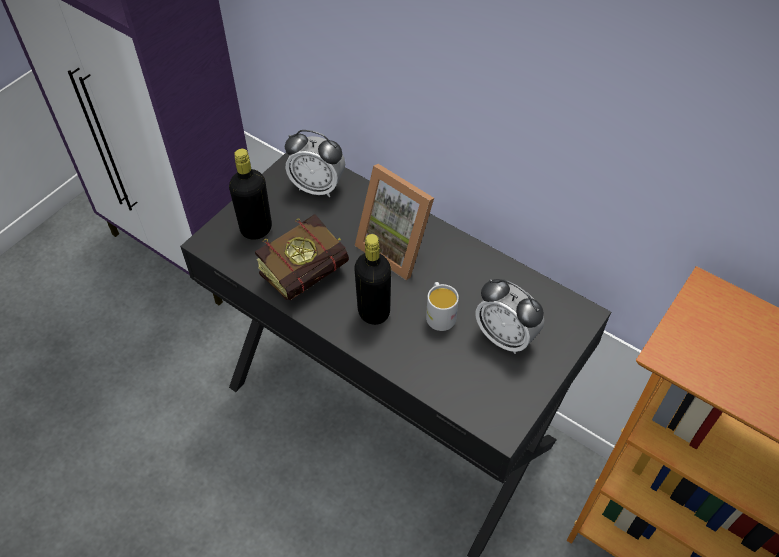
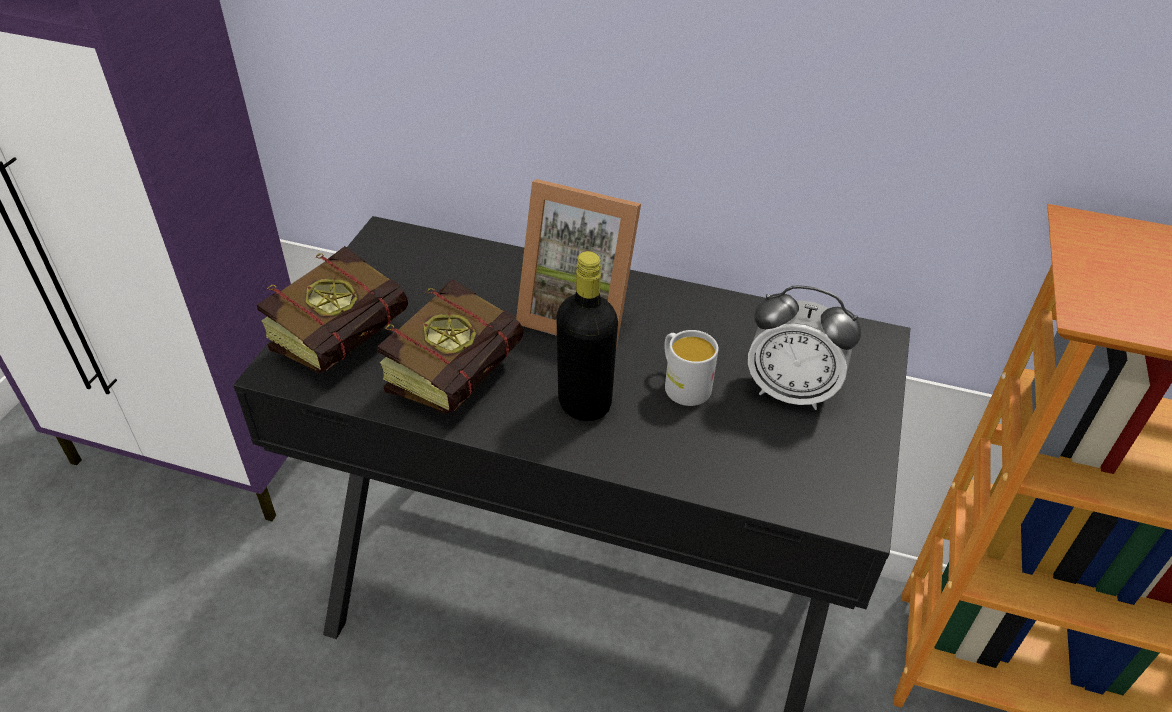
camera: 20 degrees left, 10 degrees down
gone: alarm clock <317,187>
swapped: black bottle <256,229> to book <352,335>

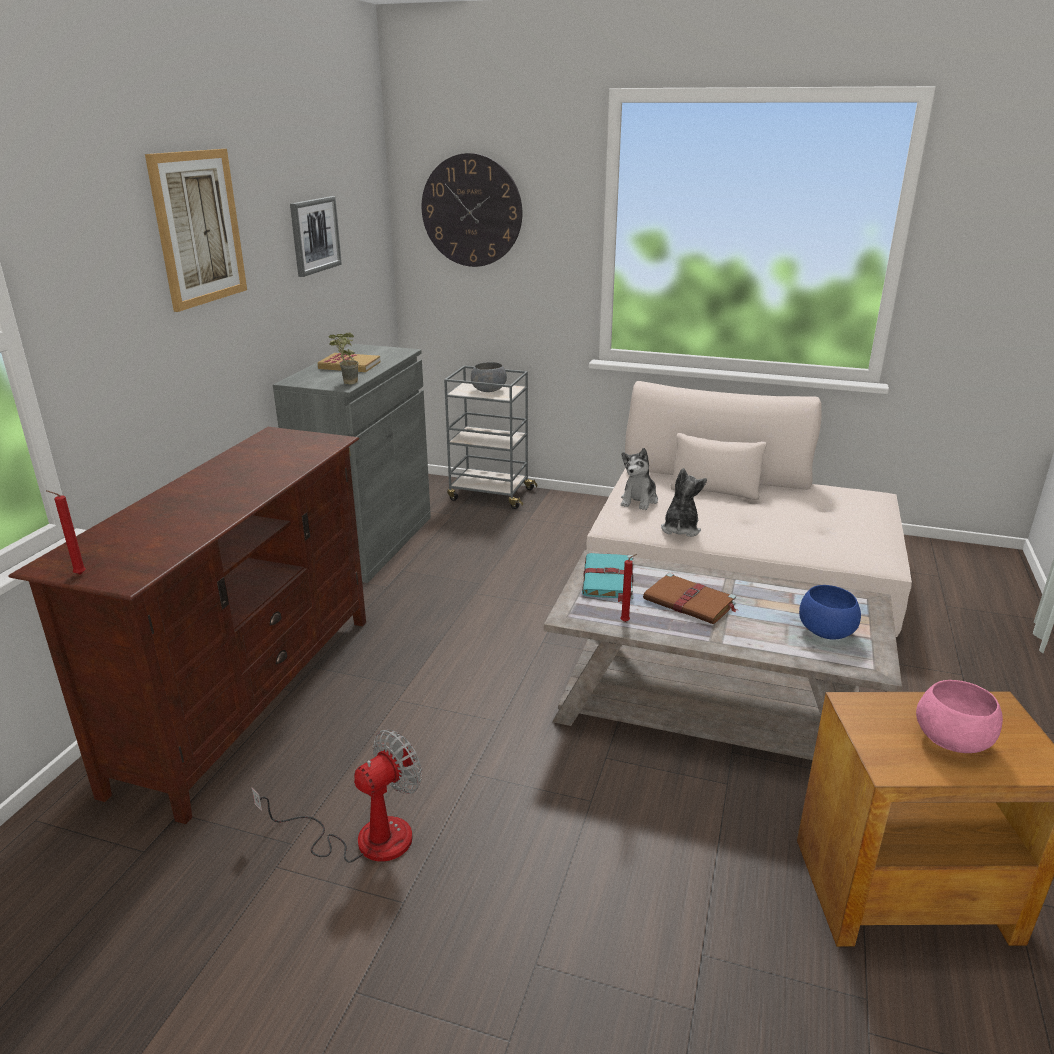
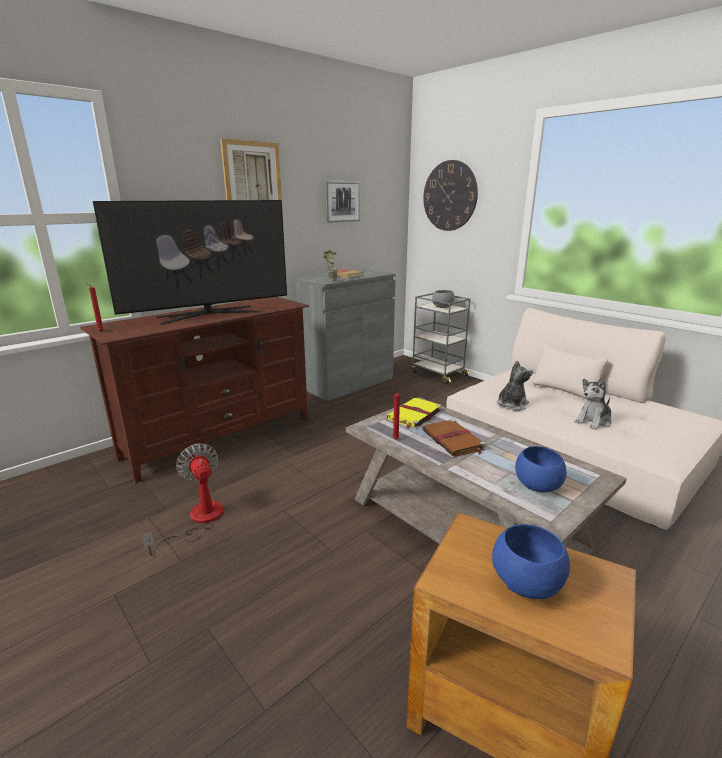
camera: 30 degrees right, 5 degrees down
new: television <208,314>
shifted: plush toy <639,500> to <593,421>
repainted: turquoise book <608,579> to yellow book <414,415>; pink bowl <952,739> to blue bowl <527,582>
rotated: fan <364,838> = <198,520> 105 degrees counterclockwise

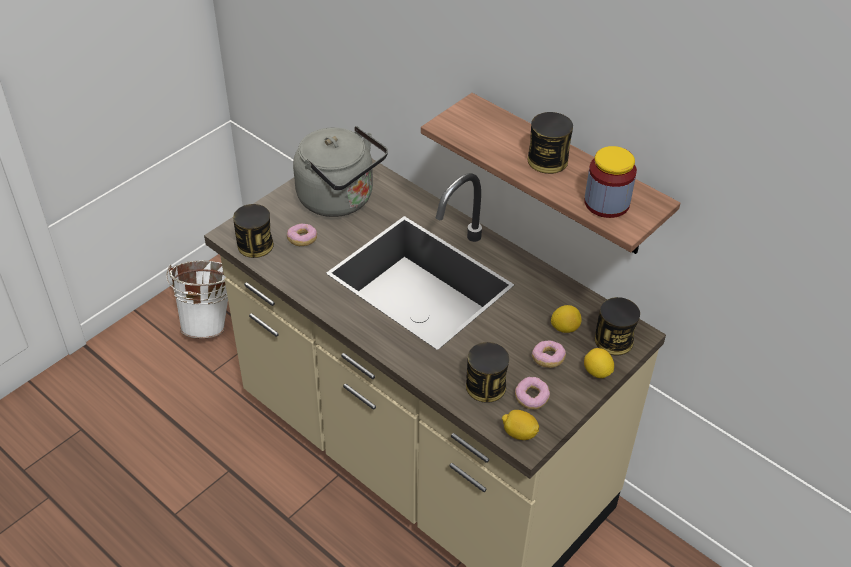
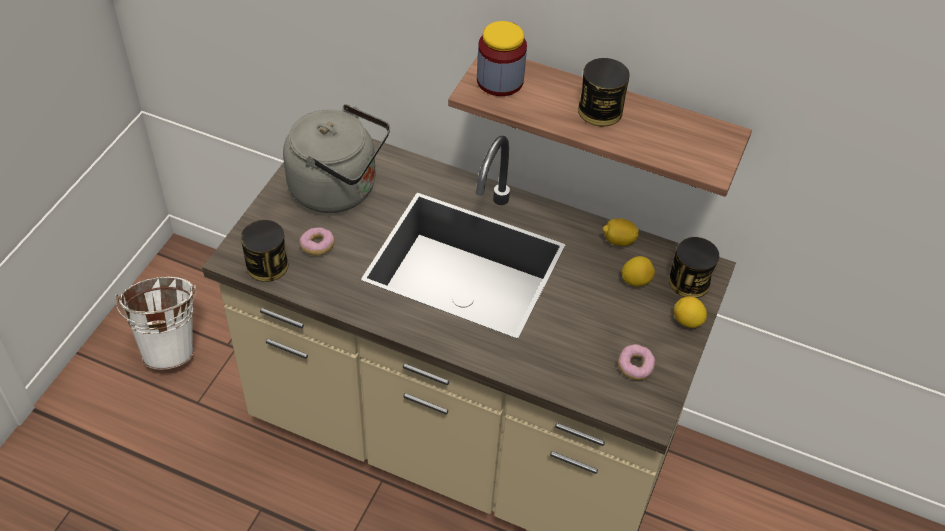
camera: 20 degrees left, 5 degrees up
gone: donut <548,359>; can <485,386>
shifted: jar <606,203> to <500,81>; lemon <519,433> to <618,241>

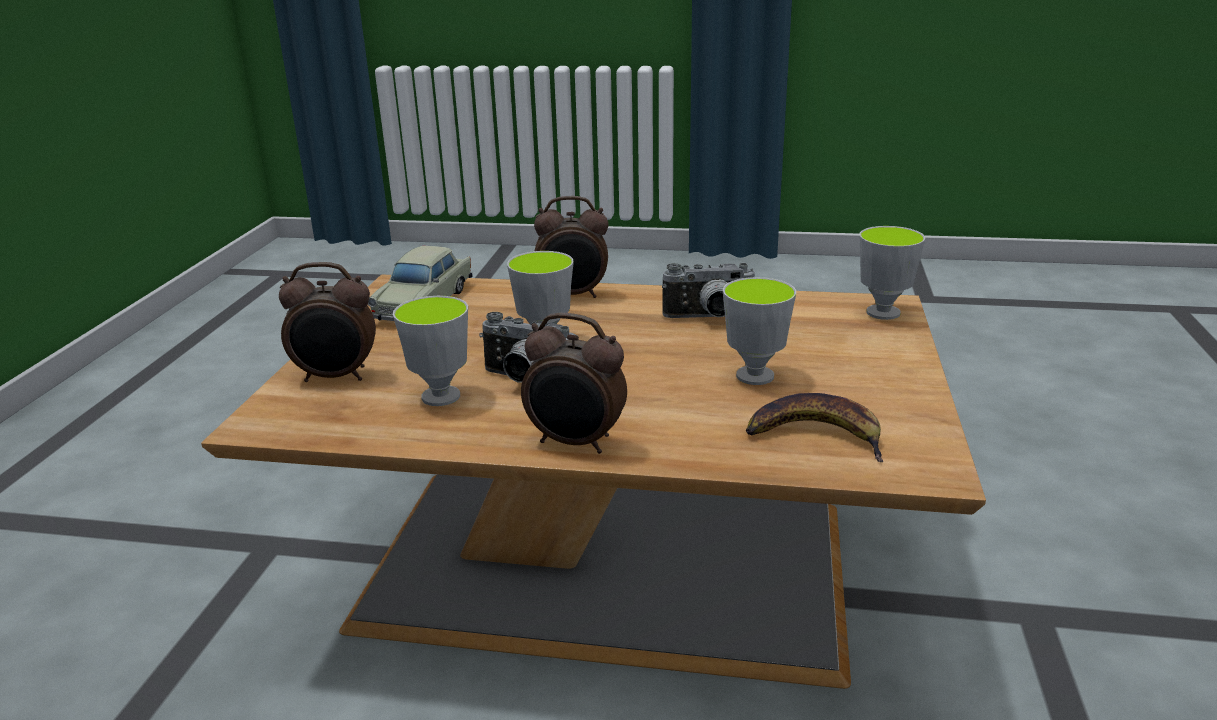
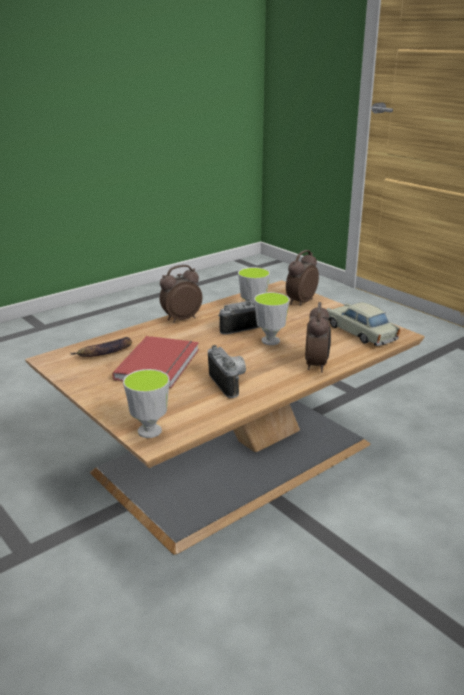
camera: 130 degrees right, 0 degrees up
swapped: cup <755,376> to red book <161,364>
rotated: alarm clock <573,295> = <316,365> 150 degrees clockwise; photo camera <709,318> = <230,383> 120 degrees clockwise

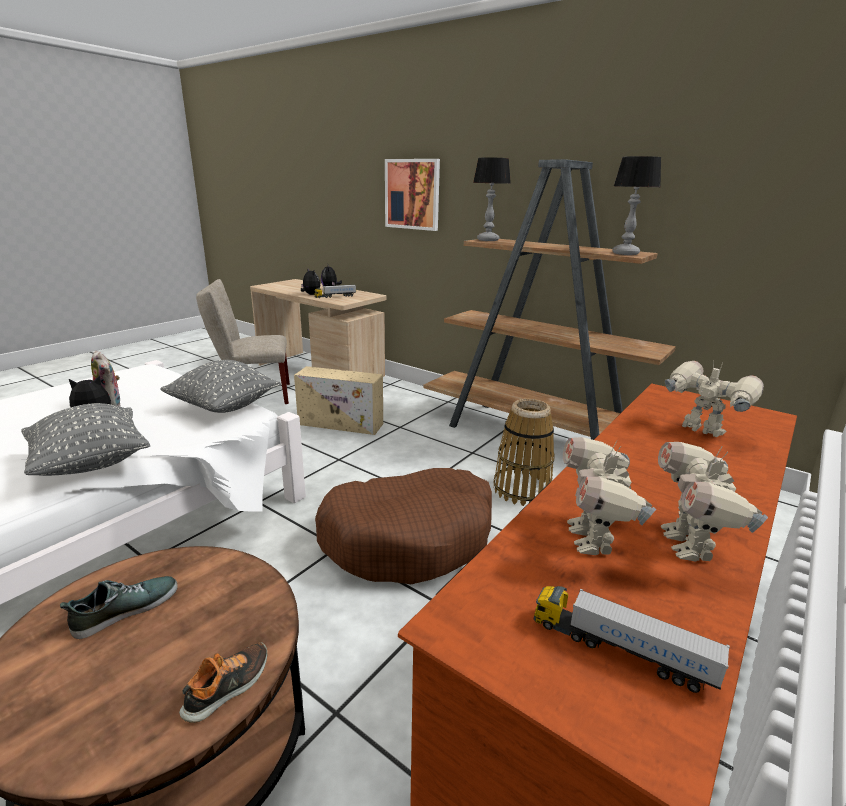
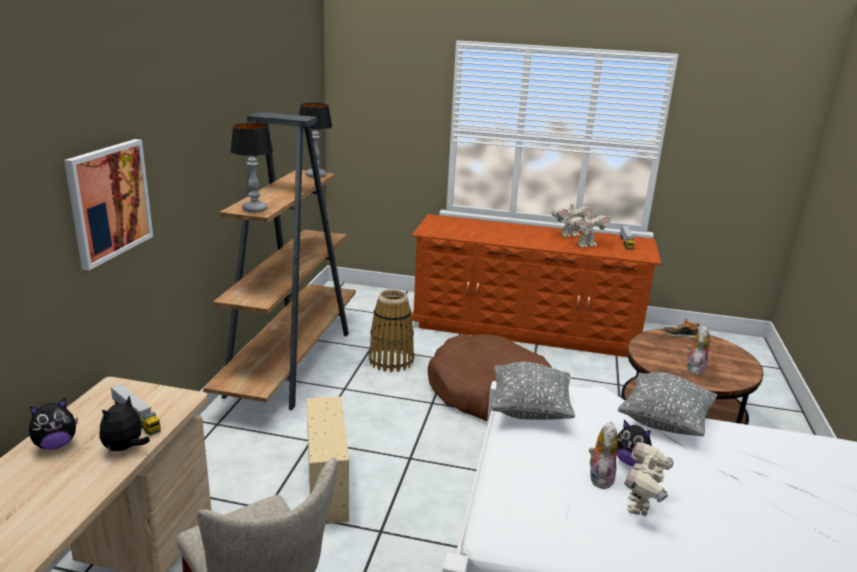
camera: 115 degrees left, 0 degrees up
shifted: toy robot <701,431> to <640,506>
swapped: shoe <126,609> to plush toy <694,368>

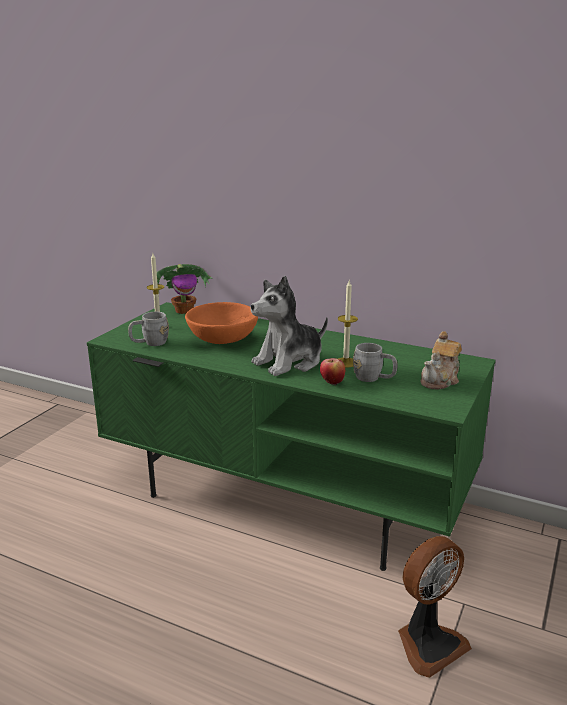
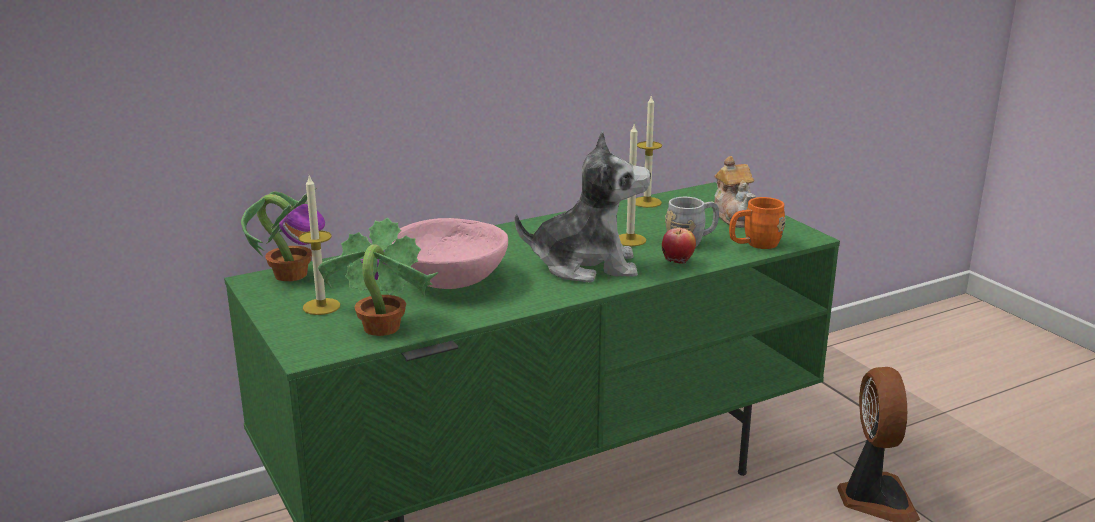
camera: 55 degrees left, 0 degrees up
new: candle <647,202>; orange mug <754,244>
swapped: grey mug <150,343> to potted plant <380,328>
repainted: orange bowl <223,340> to pink bowl <452,280>
rotated: plush toy <289,362> = <586,265> 90 degrees counterclockwise

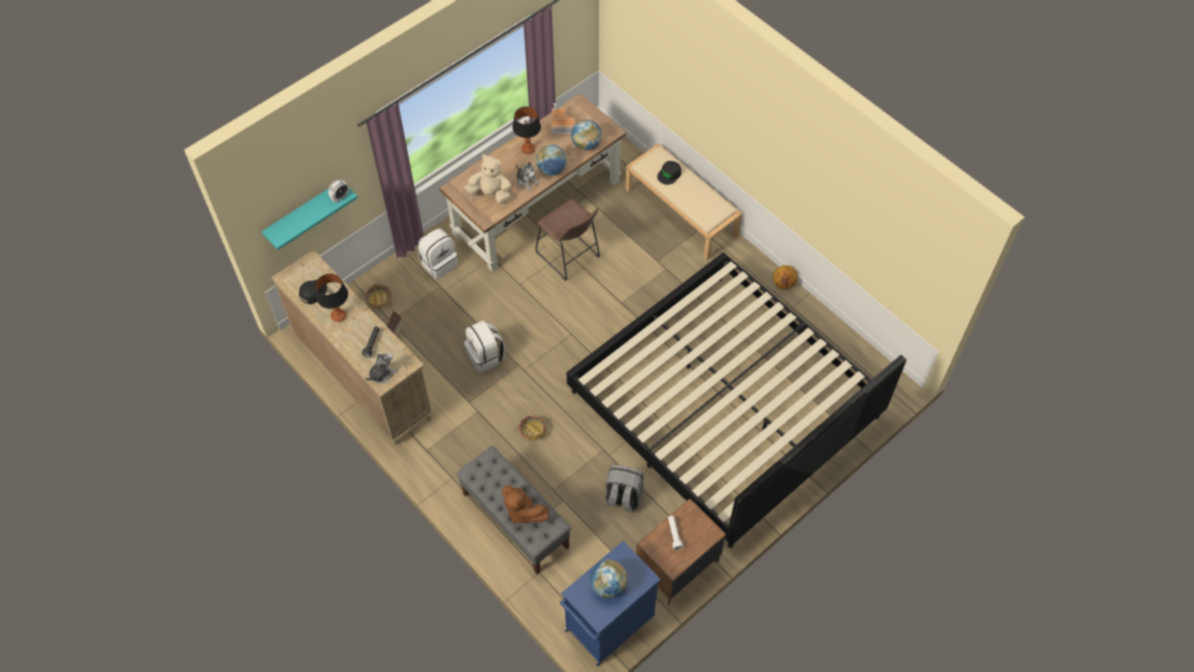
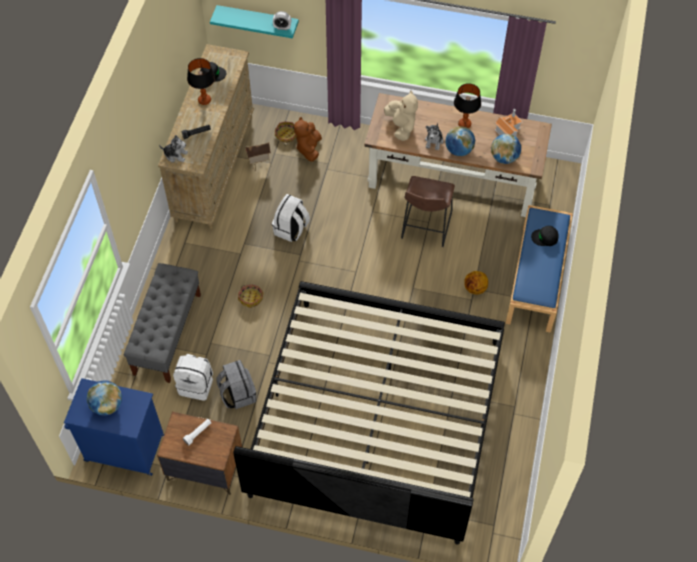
camera: 55 degrees right, 0 degrees up
shifted: white backpack <439,263> to <196,385>; basketball <784,284> to <475,289>; brown plush toy <523,511> to <309,148>
repainted: beige bench <682,212> to blue bench <537,278>

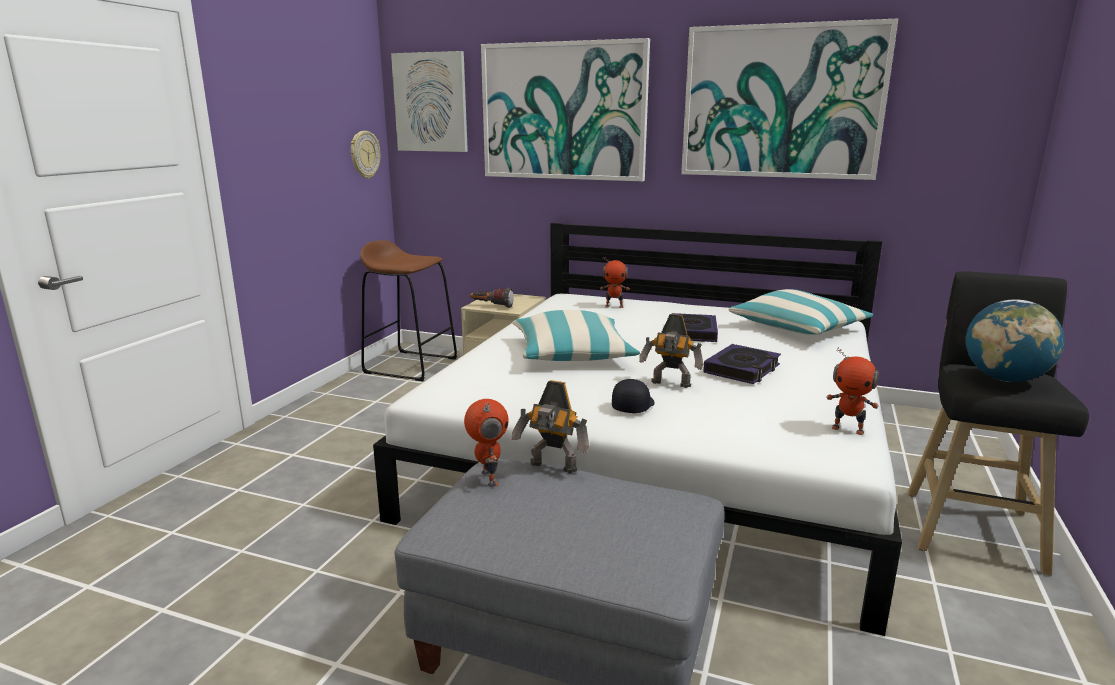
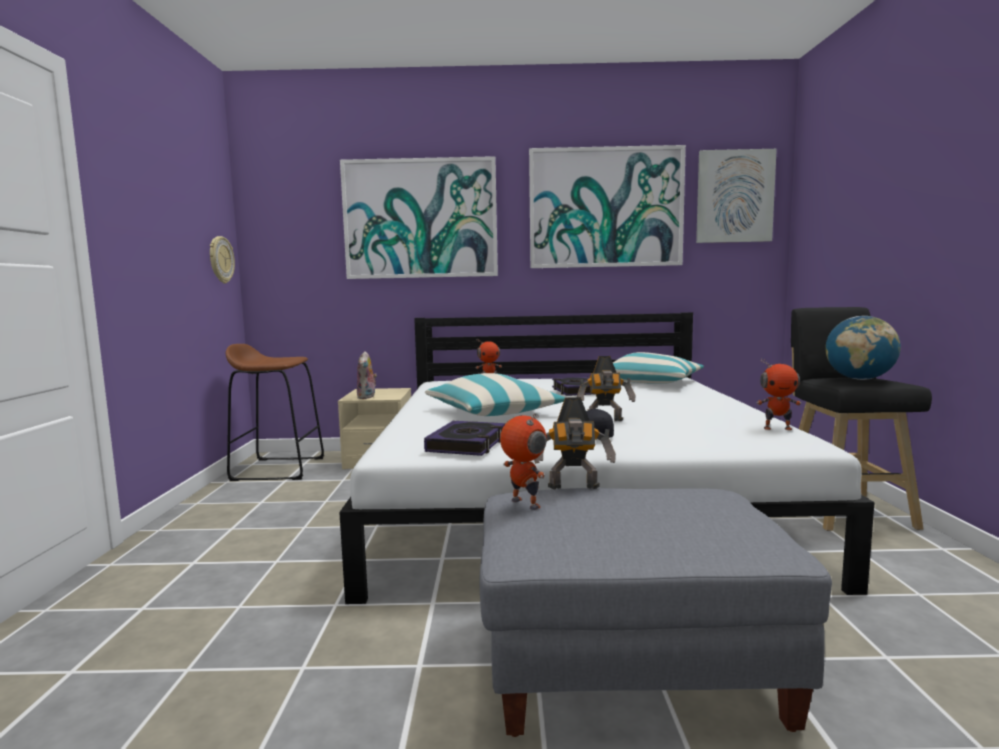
camera: 20 degrees left, 10 degrees down
shifted: picture <431,102> to <734,196>; book <742,369> to <467,444>
swapped: flashlight <491,306> to plush toy <367,397>

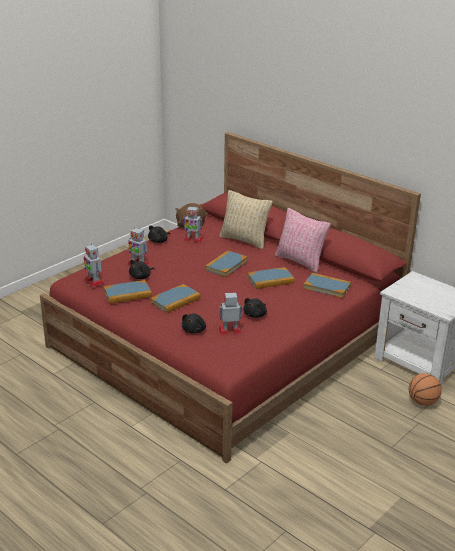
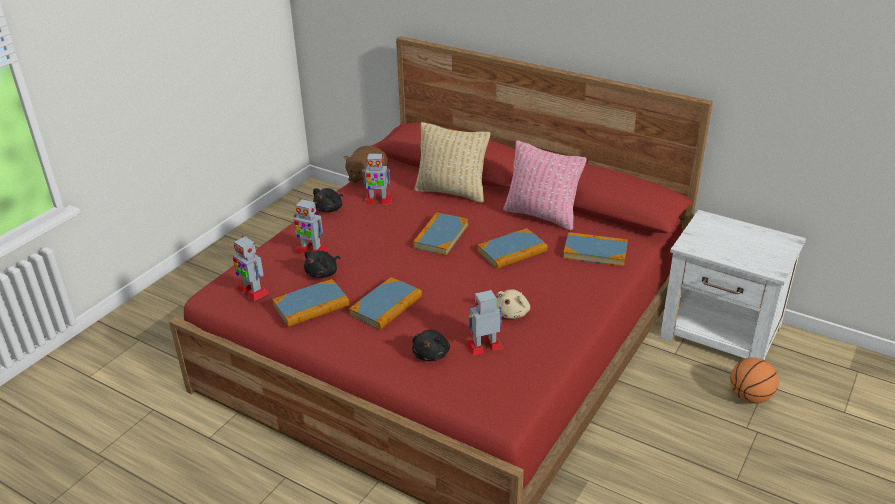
camera: 10 degrees left, 5 degrees up
repainted: black plush toy <255,315> to beige plush toy <512,313>

